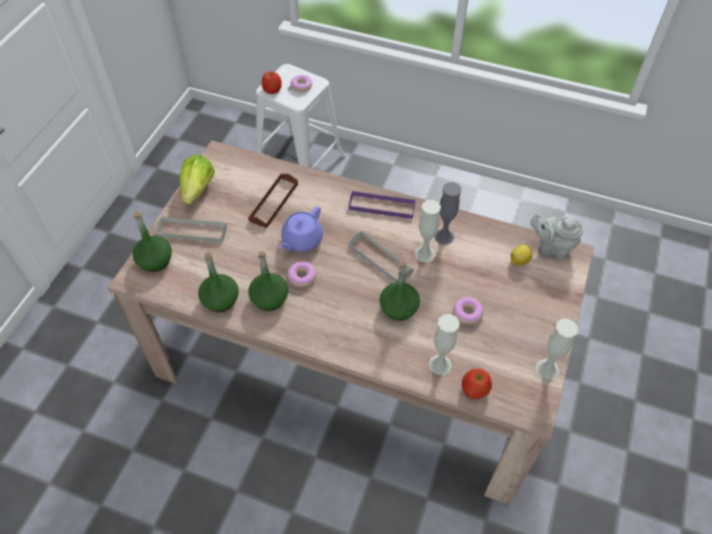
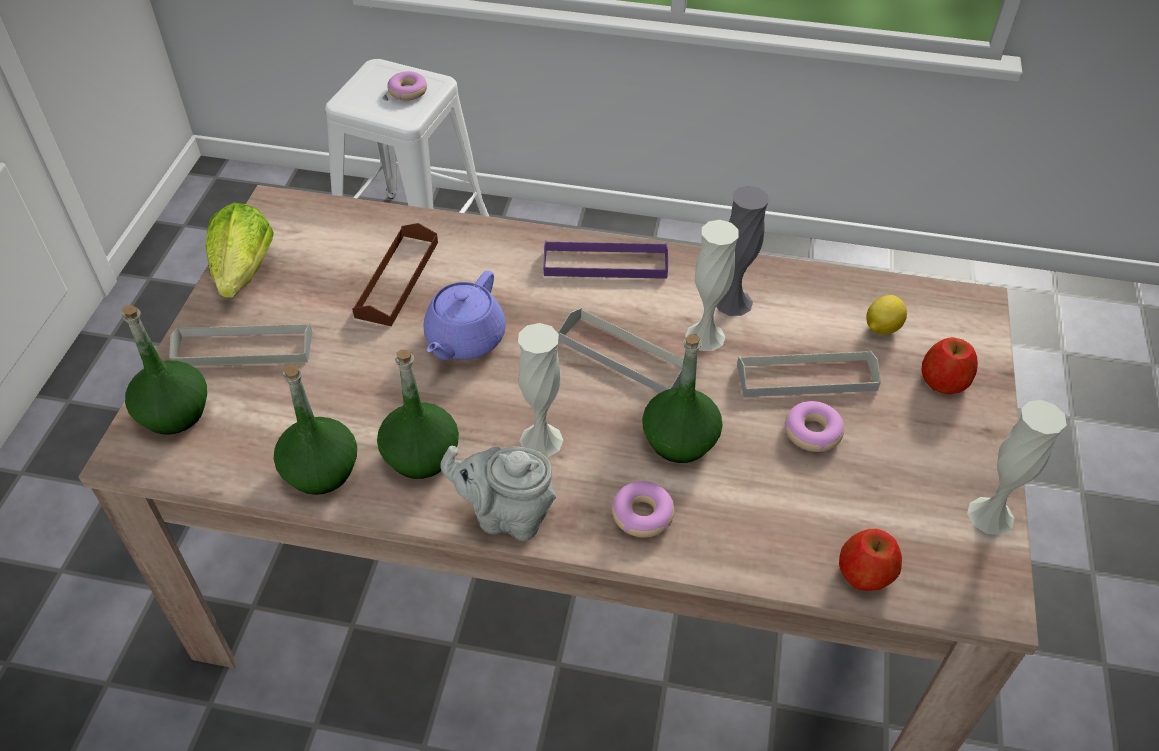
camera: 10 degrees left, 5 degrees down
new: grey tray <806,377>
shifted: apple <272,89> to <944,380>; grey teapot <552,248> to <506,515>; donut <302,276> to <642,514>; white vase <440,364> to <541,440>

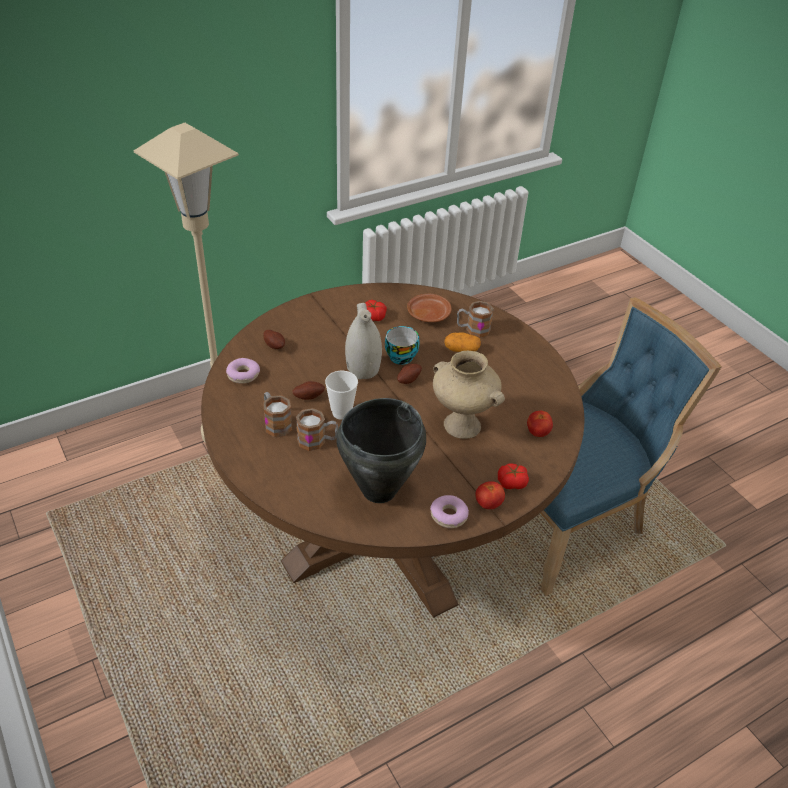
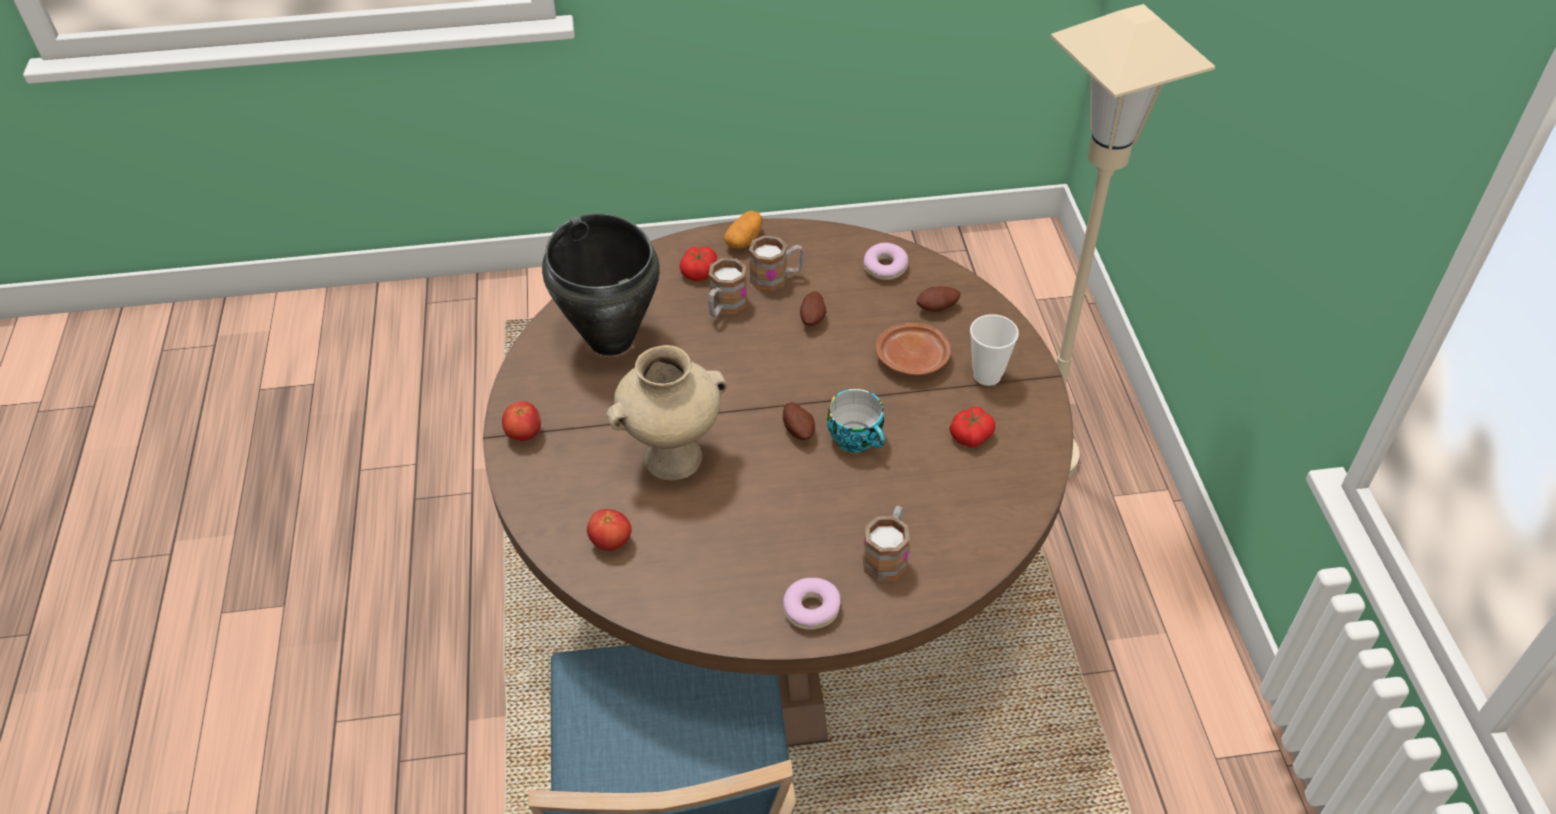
camera: 115 degrees right, 5 degrees up
gone: white vase <363,370>
shifted: brown plate <428,314> to <913,359>; potato <461,349> to <744,240>; cup <341,413> to <987,375>; tomato <511,482> to <699,271>; donut <448,515> to <811,609>

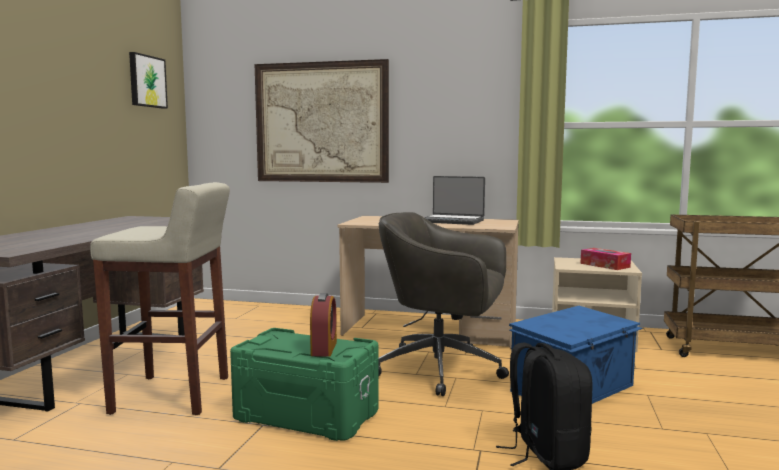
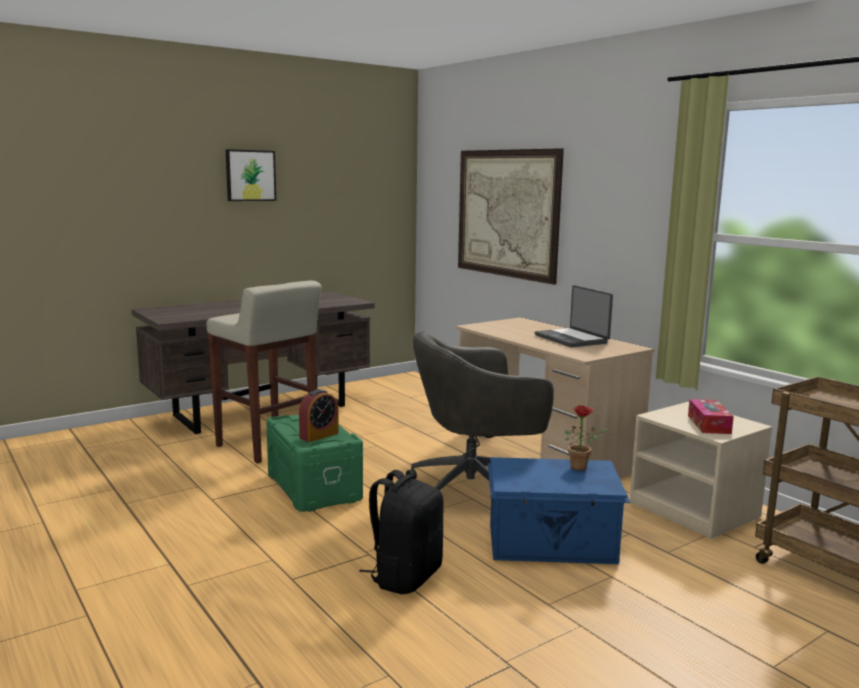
camera: 40 degrees right, 5 degrees up
new: potted plant <582,467>
shifted: picture <146,81> to <250,175>
rotated: grey office chair <443,370> = <475,489> 75 degrees counterclockwise

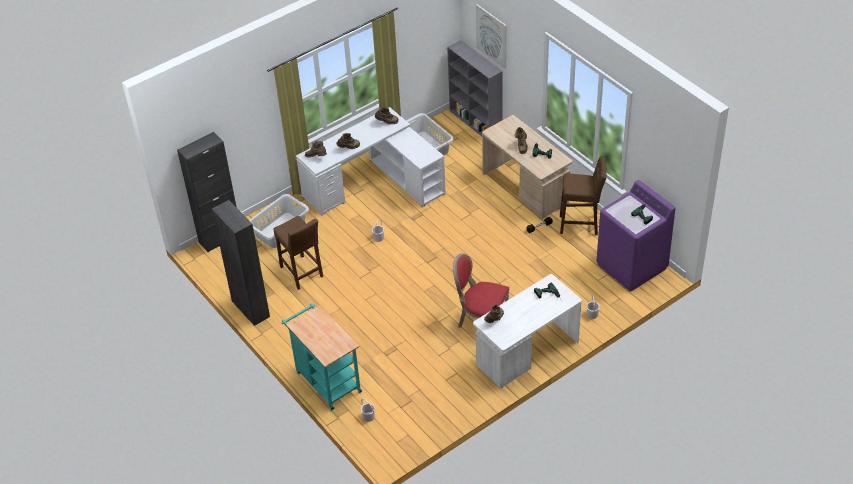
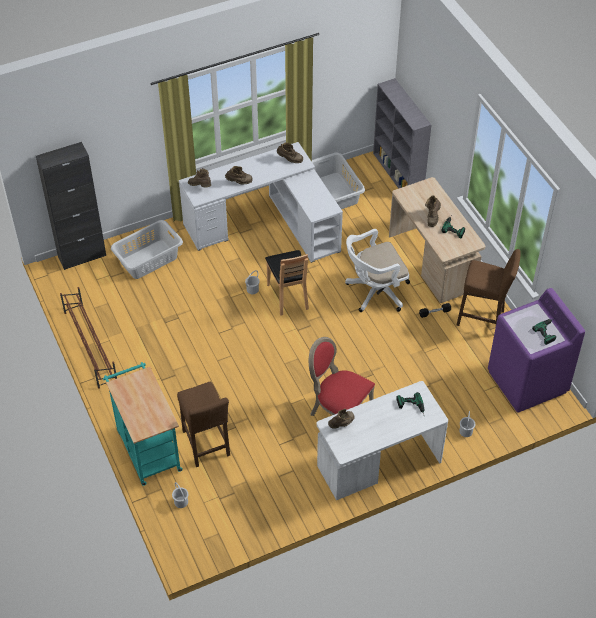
camera: 10 degrees right, 5 degrees up
gone: picture <491,36>
new: white office chair <374,292>; brown chair <288,296>
shifted: brown stool <302,273> to <206,446>
swapped: black cabinet <250,309> to brown shoe rack <90,346>

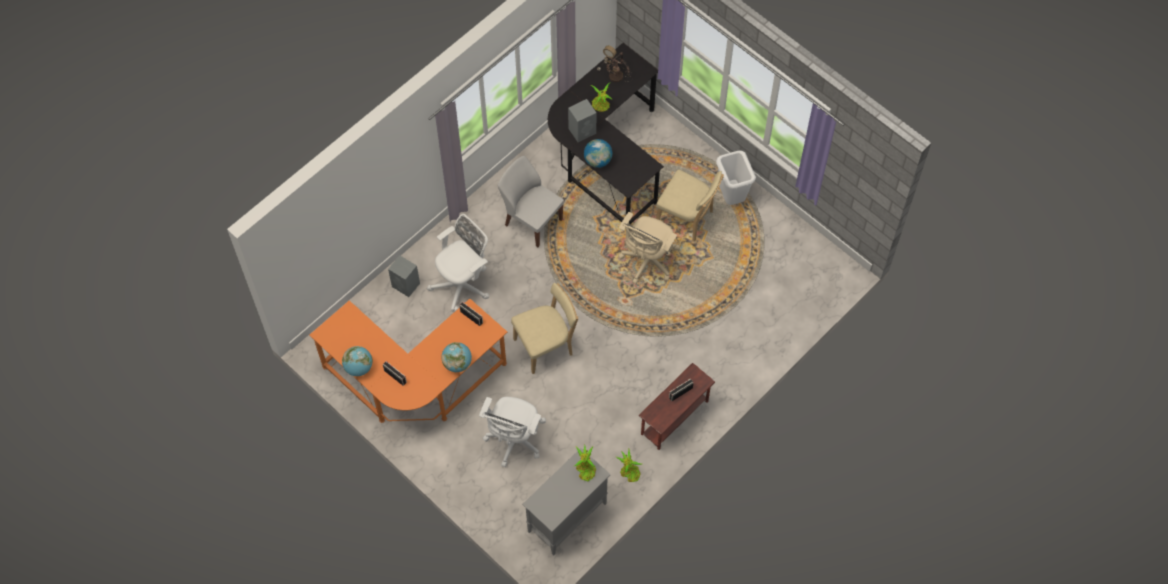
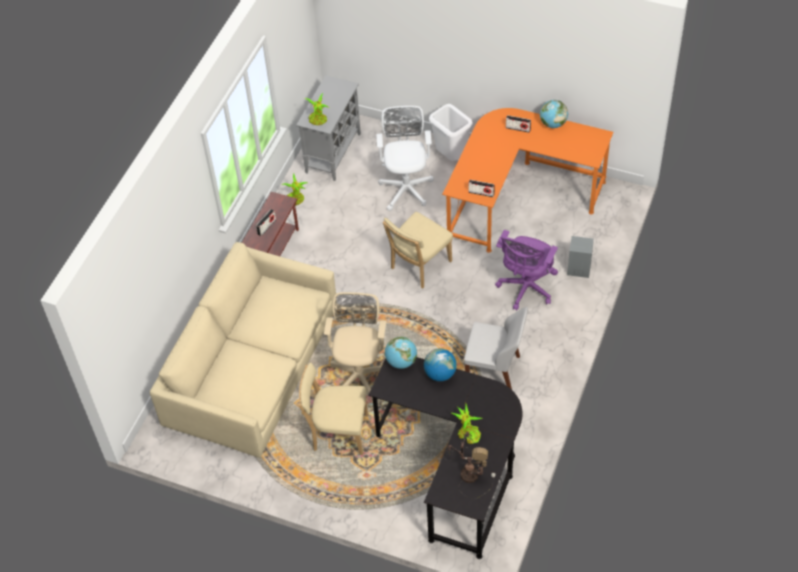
camera: 160 degrees right, 10 degrees down
gone: grey speaker <582,130>
new: beige sofa <251,366>
shifted: white trash can <731,197> to <451,158>; globe <457,363> to <401,362>
repainted: white office chair <463,284> to purple office chair <526,288>

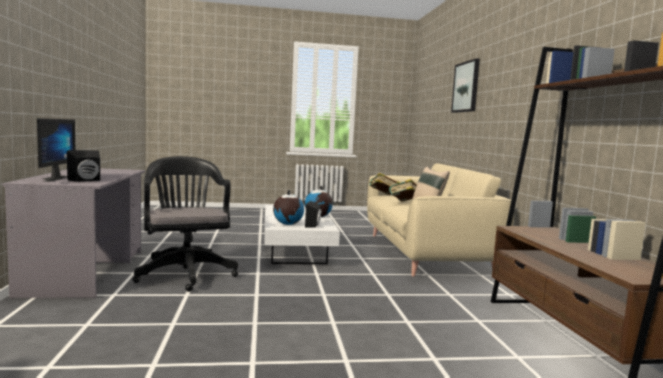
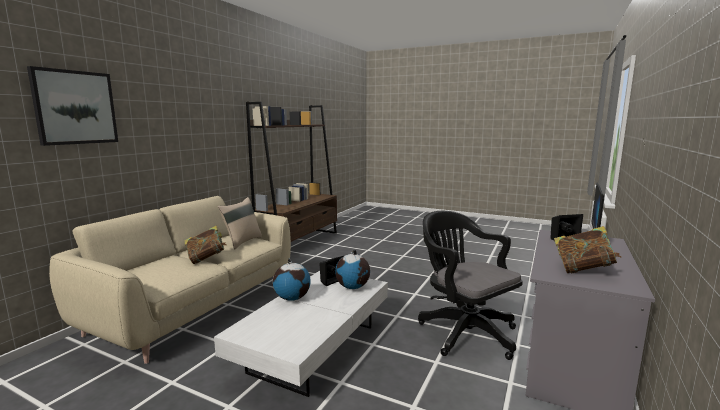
camera: 145 degrees left, 5 degrees up
shifted: book <383,195> to <583,270>
rotated: black office chair <185,273> = <464,331> 135 degrees clockwise

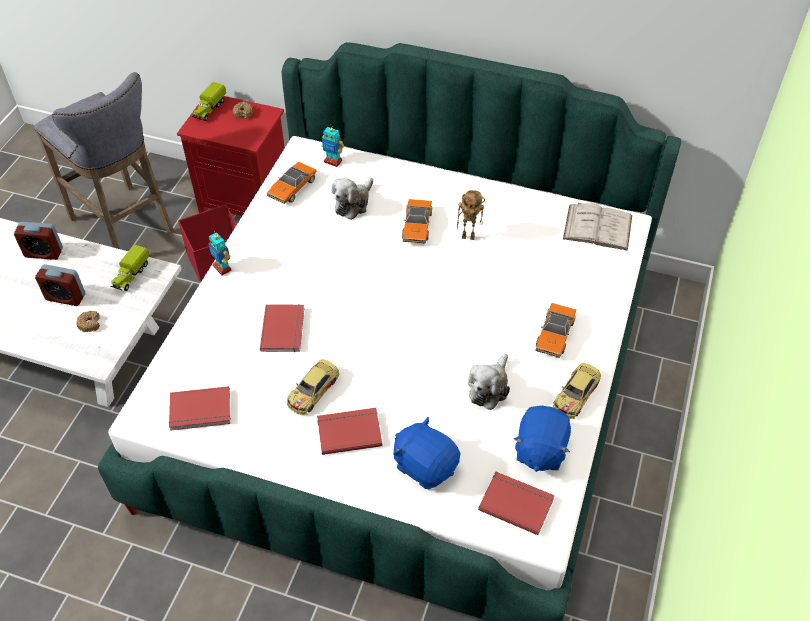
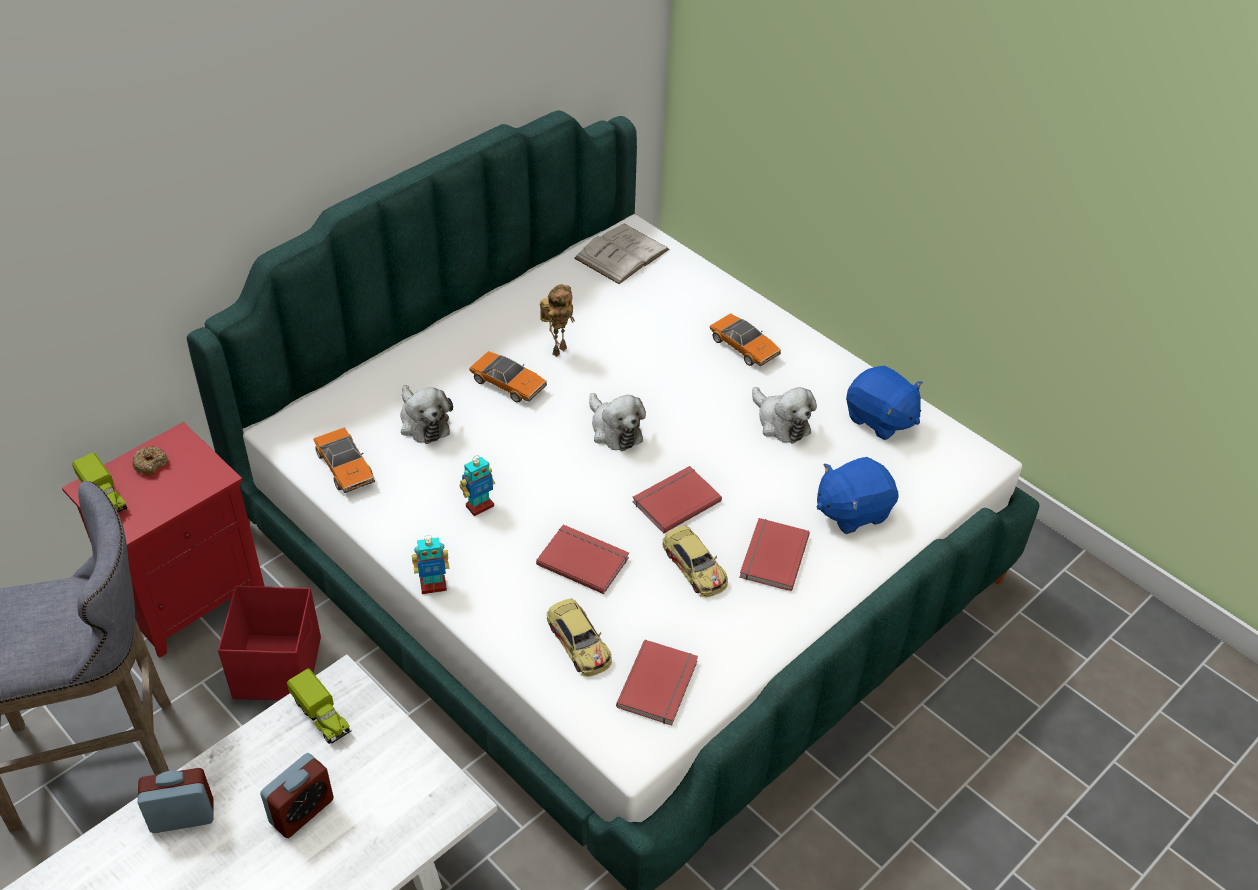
camera: 65 degrees left, 5 degrees down
gone: donut <89,324>
new: plush toy <614,430>
shifted: toy robot <333,161> to <479,506>; toy car <576,394> to <579,642>; red book <516,502> to <674,500>
rotated: alarm clock <44,253> = <182,816> 135 degrees counterclockwise

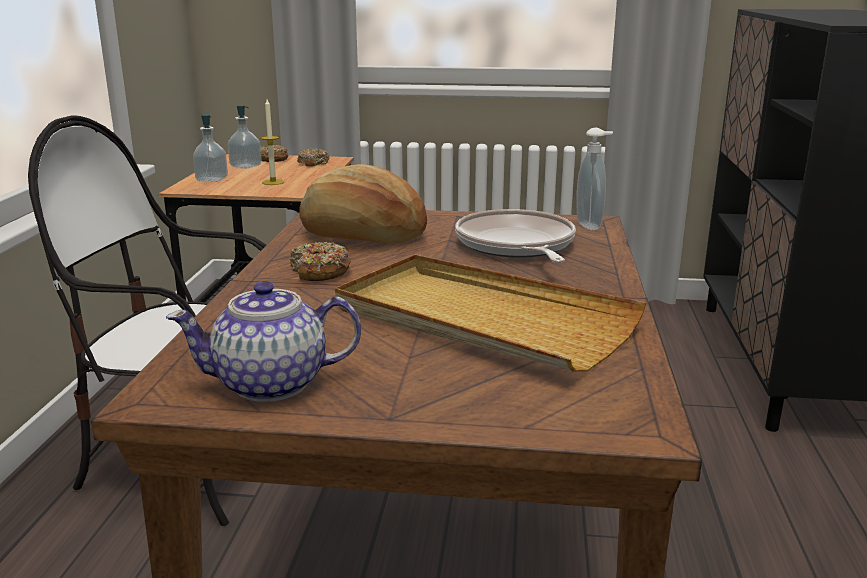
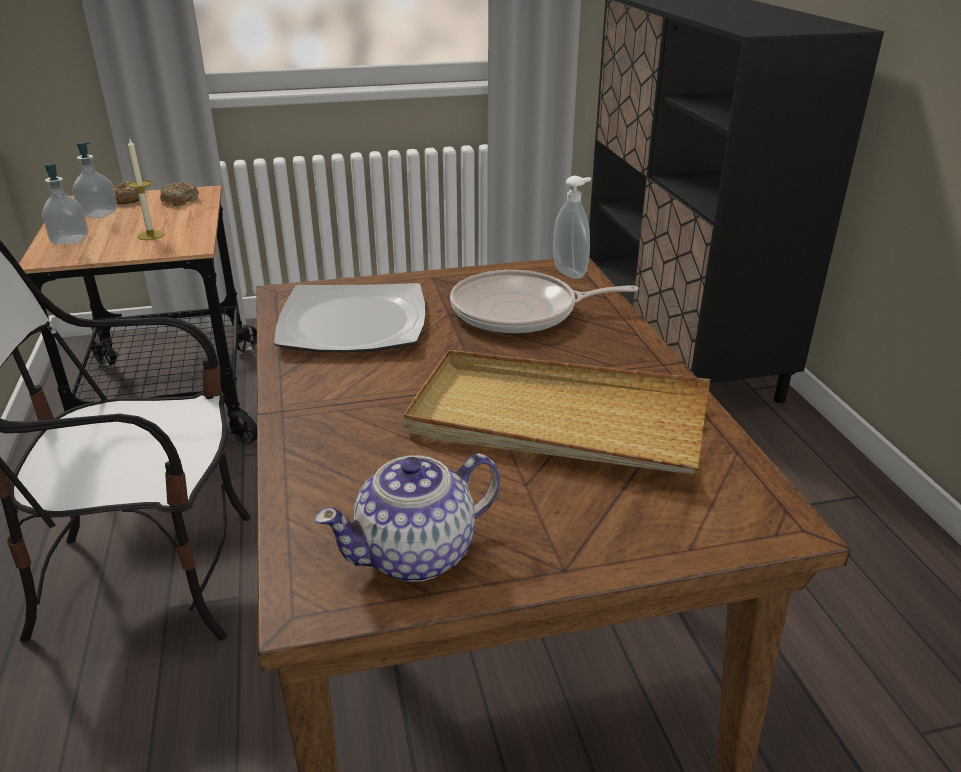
camera: 20 degrees left, 10 degrees up
gone: donut <320,272>
swapped: bread <362,236> to plate <354,323>
rotated: frying pan <516,246> = <520,312> 60 degrees counterclockwise

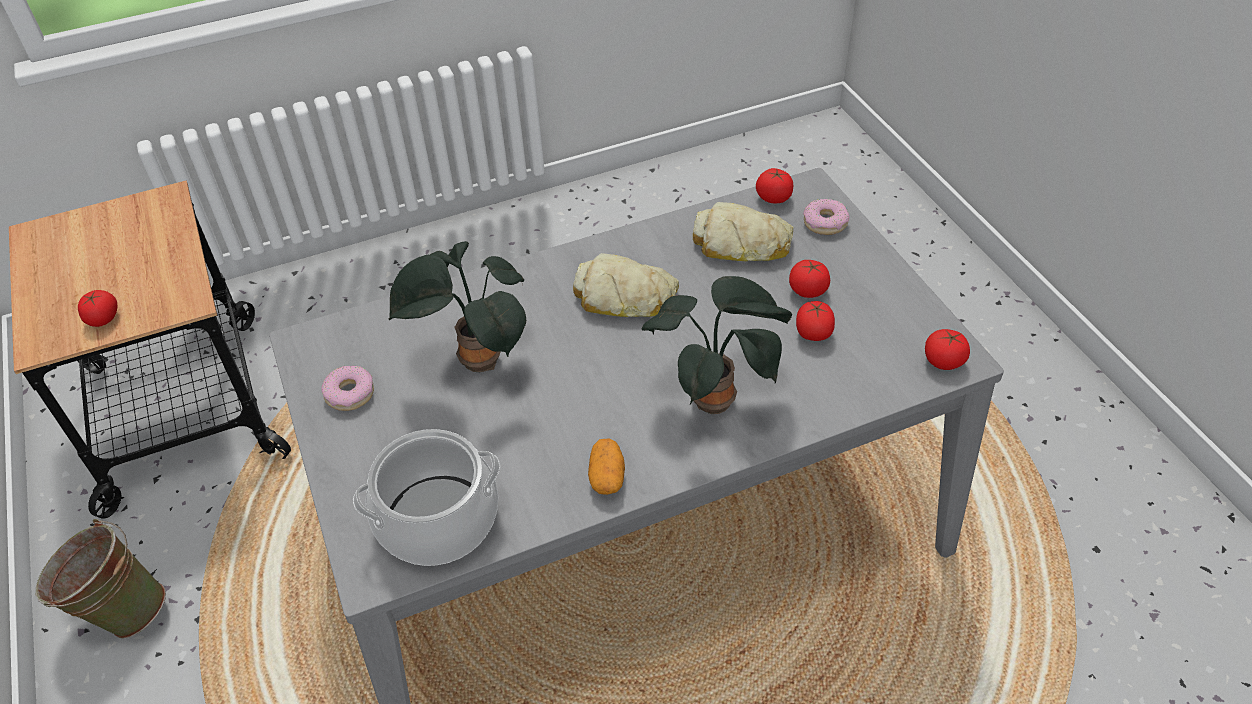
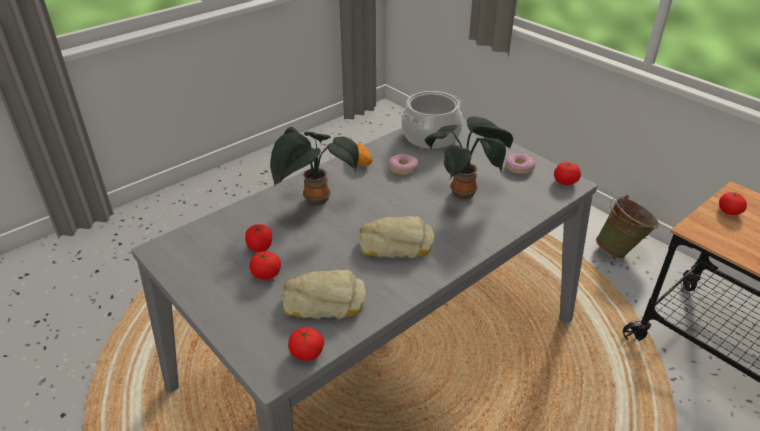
camera: 160 degrees right, 10 degrees down
shifted: donut <825,222> to <403,168>; tomato <943,361> to <565,182>

